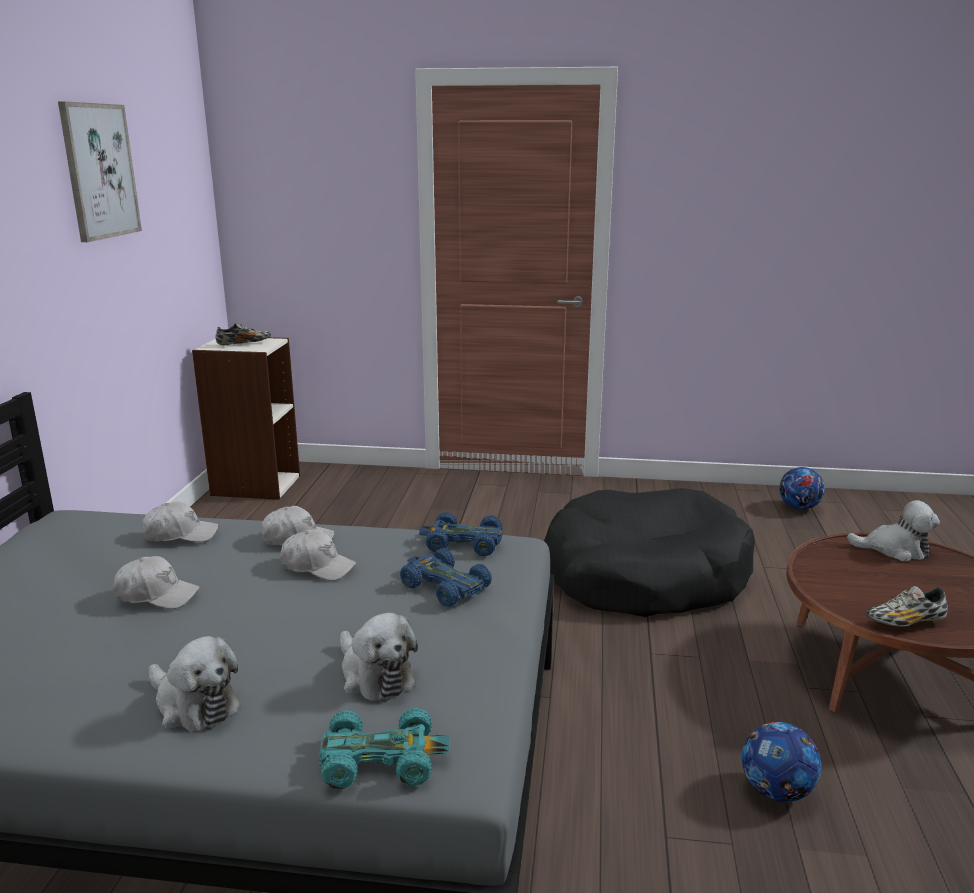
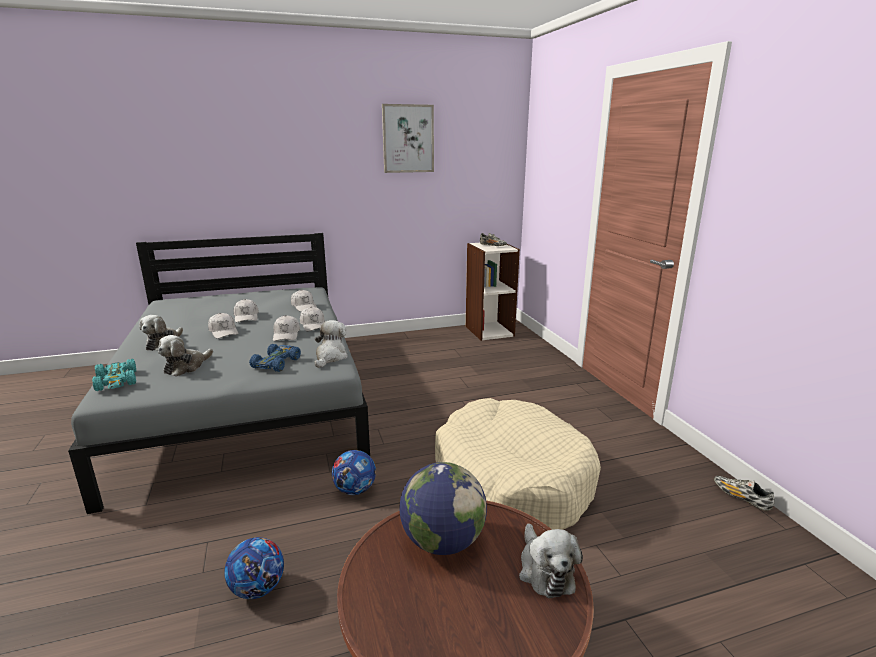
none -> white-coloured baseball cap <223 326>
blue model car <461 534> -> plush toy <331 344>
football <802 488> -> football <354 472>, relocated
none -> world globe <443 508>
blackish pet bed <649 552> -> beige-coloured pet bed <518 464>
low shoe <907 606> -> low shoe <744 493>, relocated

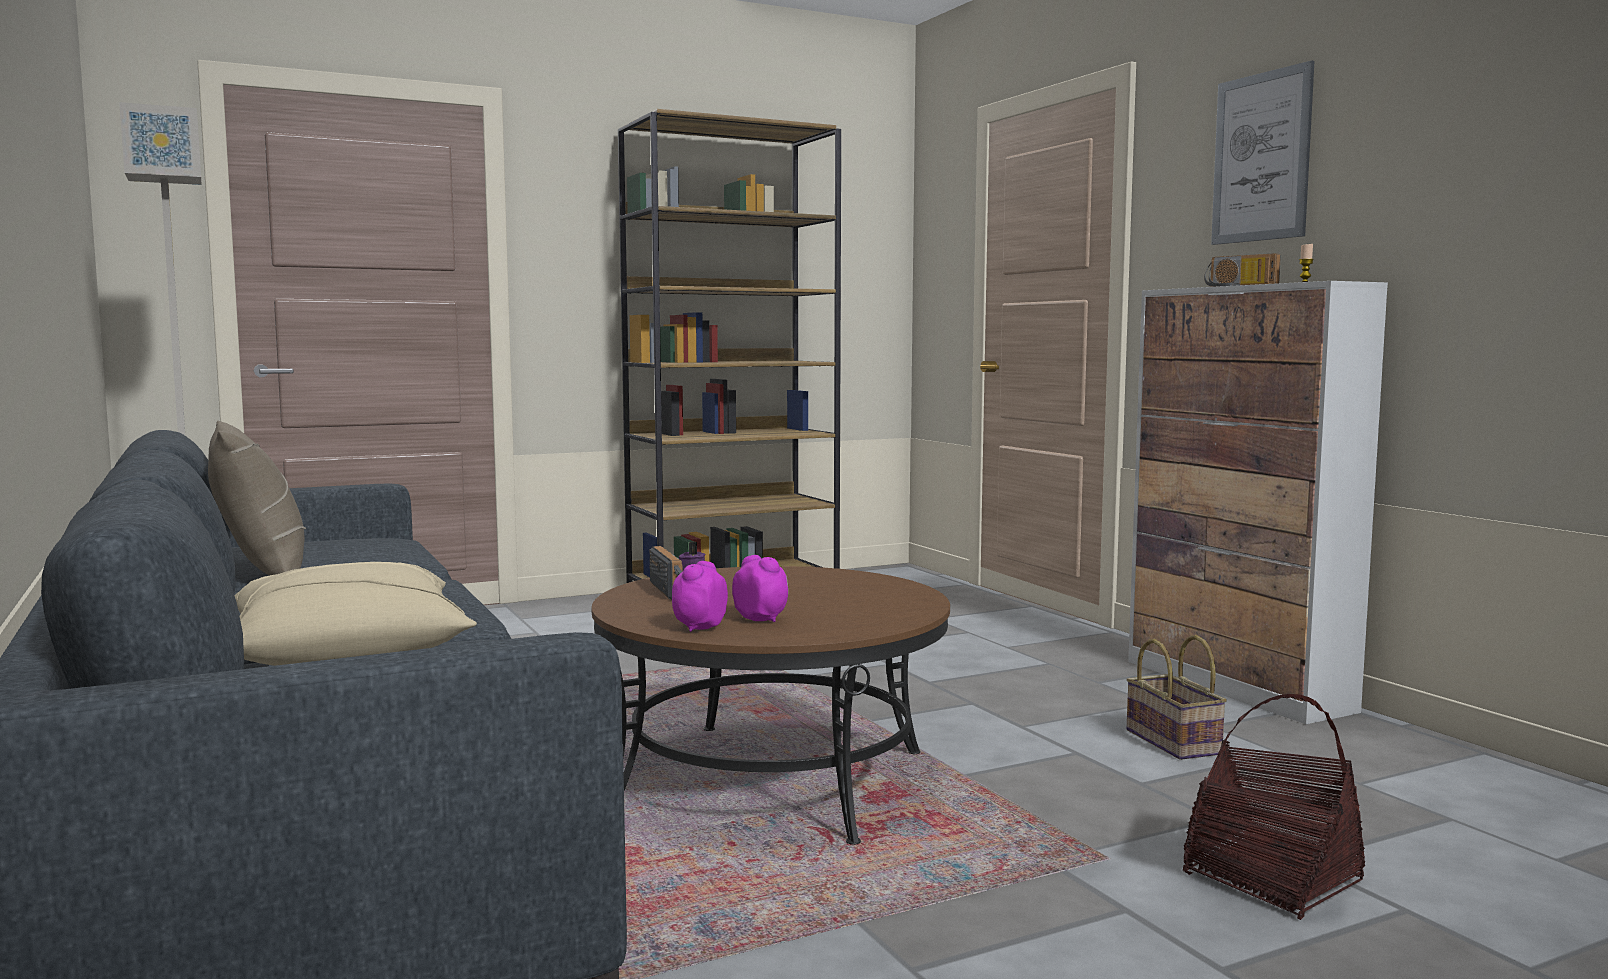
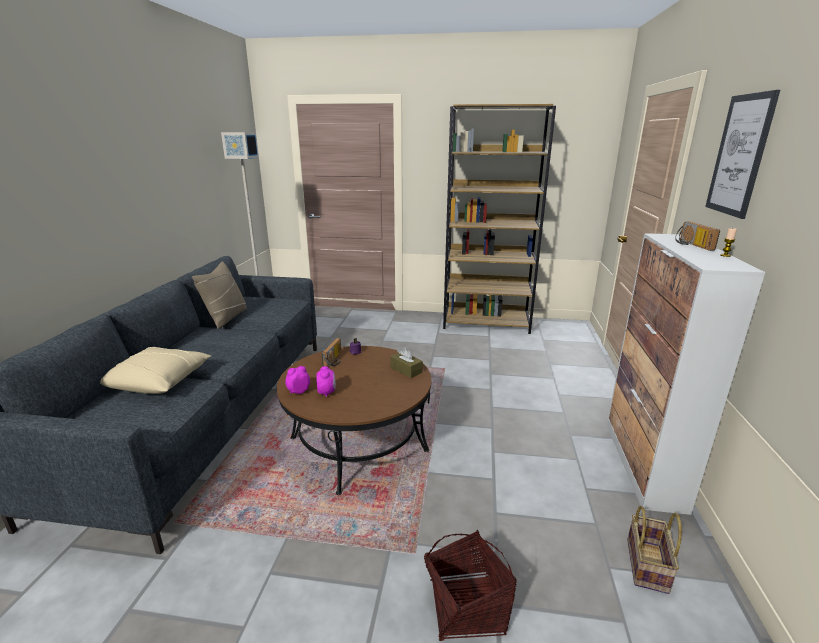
none -> brown-coloured tissue box <406 362>
storage basket <1177 697> -> storage basket <654 550>, relocated

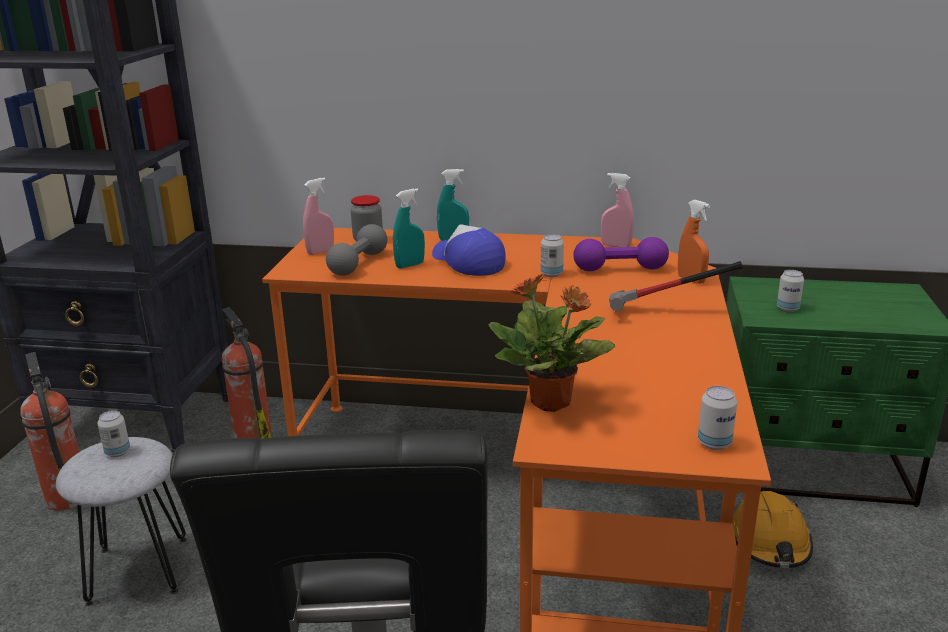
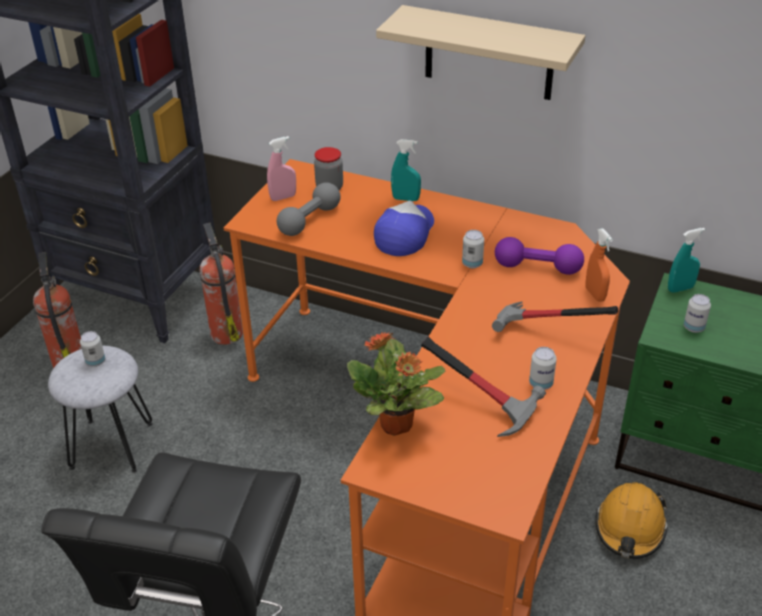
baseball cap <469 250> -> baseball cap <404 228>, 45 degrees clockwise
none -> beige-coloured bracket shelf <480 52>
none -> tool hammer <483 387>
sealed can <717 418> -> sealed can <543 368>, relocated
turquoise sprayer <409 228> -> turquoise sprayer <686 260>, relocated
pink sprayer <617 210> -> none

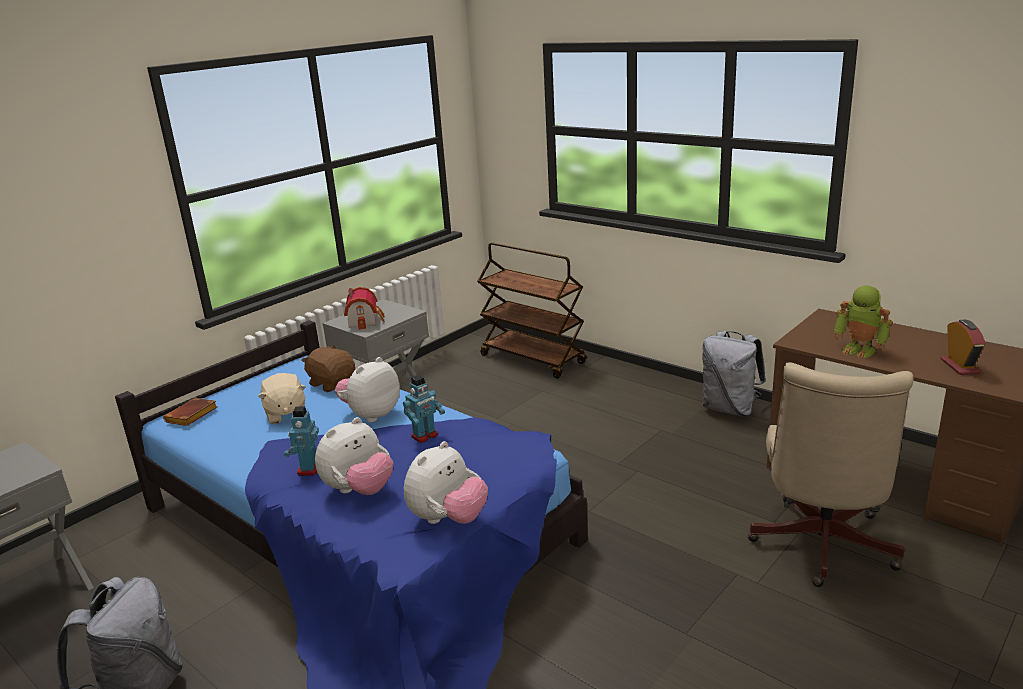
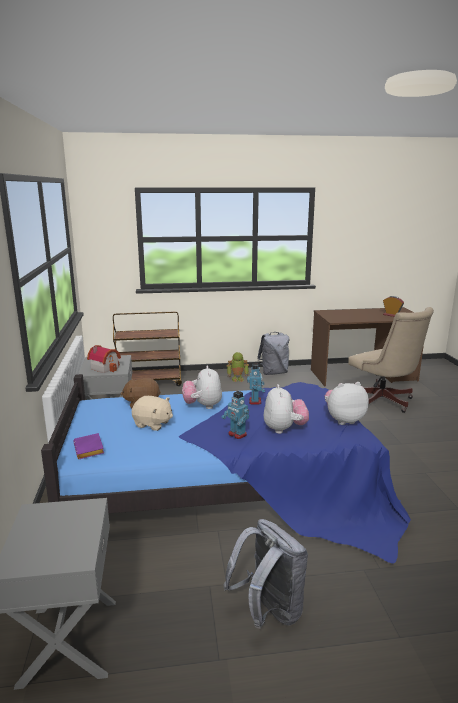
brown-coloured book <190 412> -> purple-coloured book <89 446>
model robot <863 322> -> model robot <238 367>, relocated
plush toy <446 482> -> plush toy <347 403>, 90 degrees counterclockwise

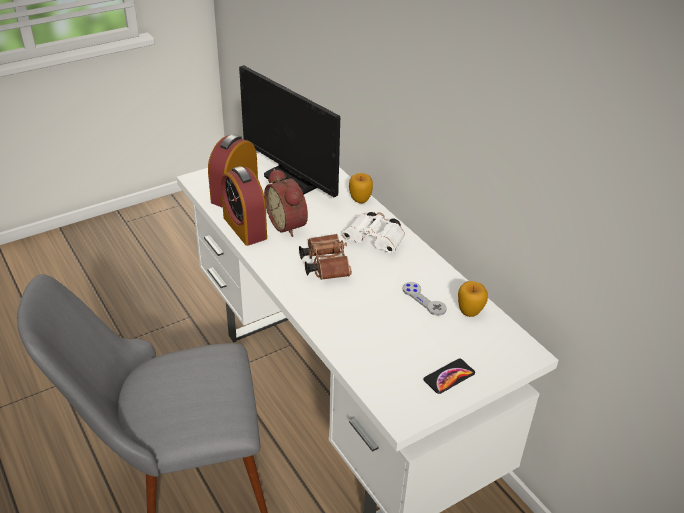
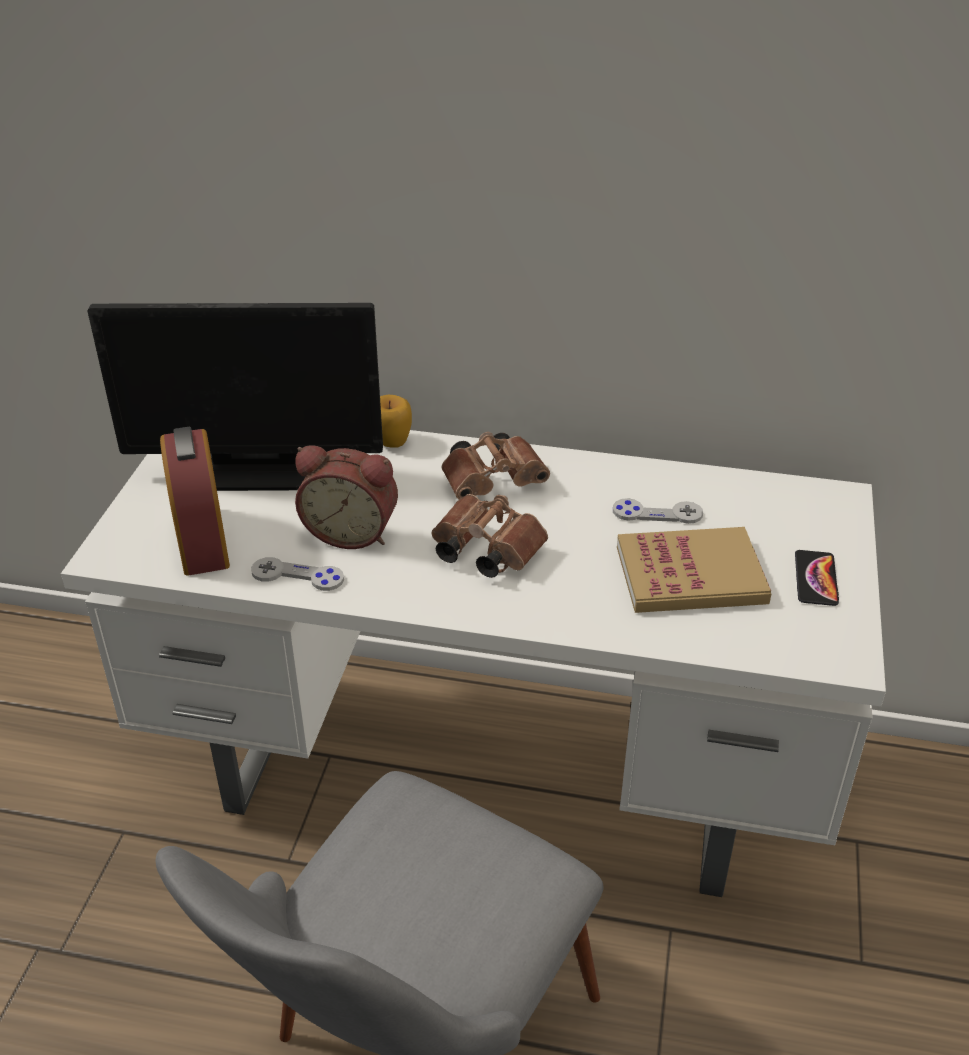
bedside clock <244 206> -> grey joypad <297 574>
white-coloured field glasses <373 232> -> brown-coloured field glasses <495 466>
none -> book <694 570>
apple fruit <473 299> -> none

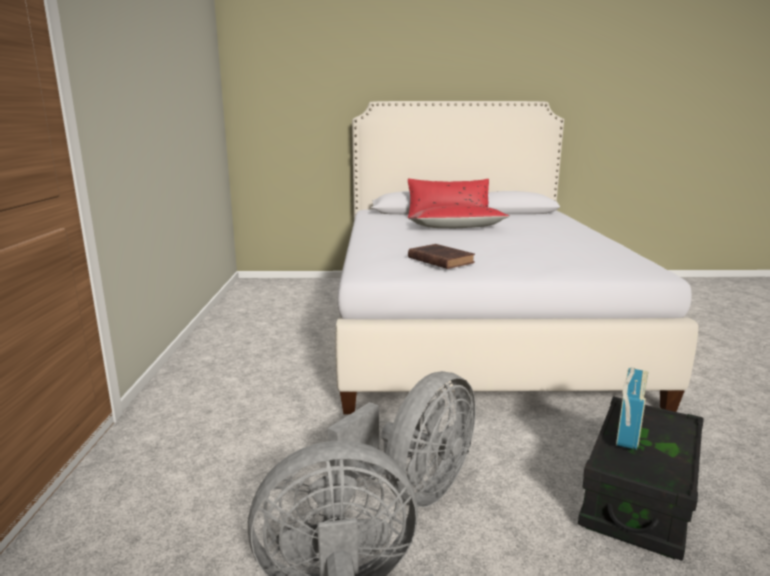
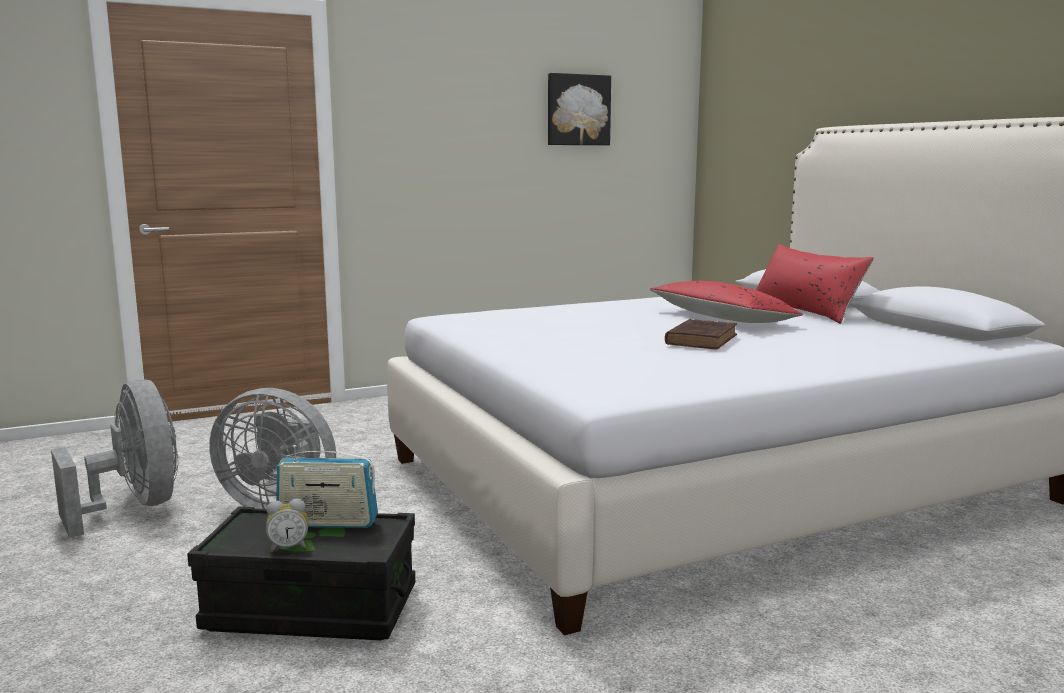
none -> bedside clock <287 525>
none -> picture <579 109>
brown-coloured book <441 256> -> brown-coloured book <701 334>, relocated

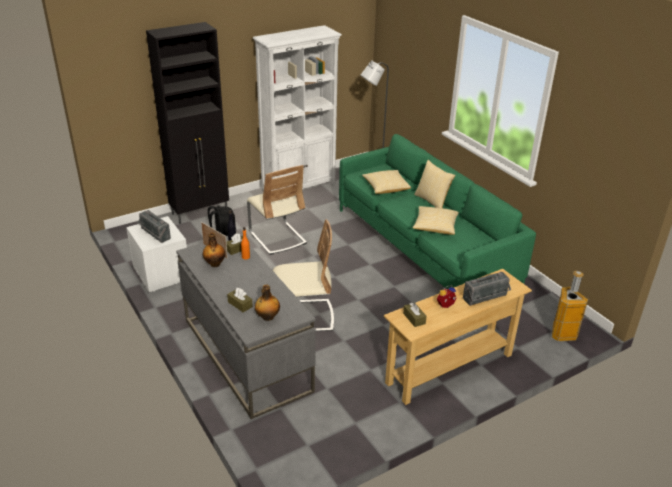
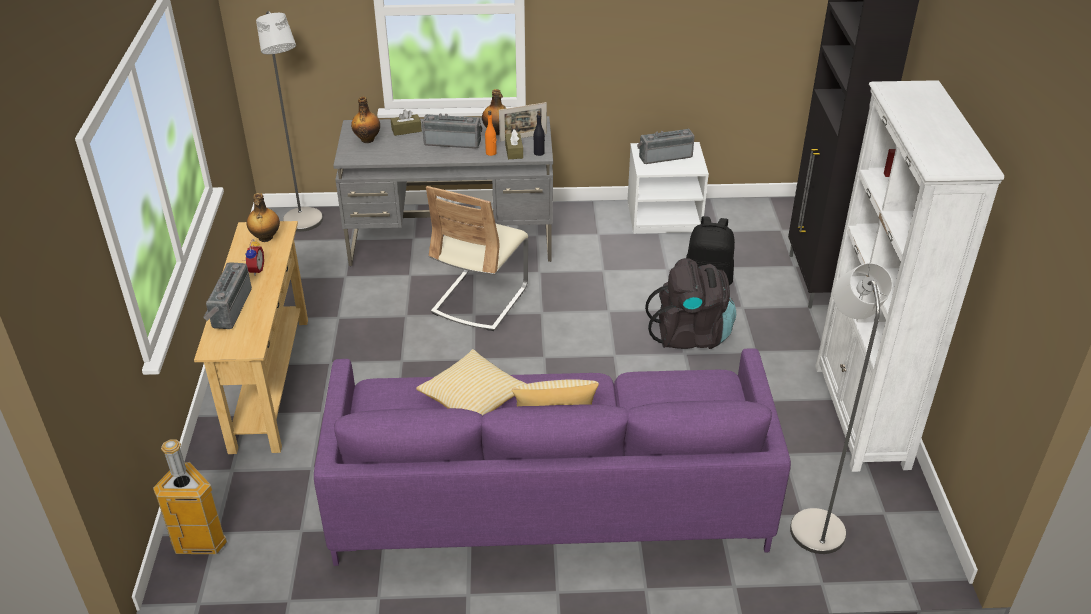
brown-coloured tissue box <415 315> -> bottle <263 217>
none -> grey standing lamp <289 121>
green-coloured sofa <437 211> -> purple-coloured sofa <552 457>
none -> radio <452 131>
beige-coloured plain chair <277 210> -> blackish backpack <690 303>
throw pillow <386 182> -> none

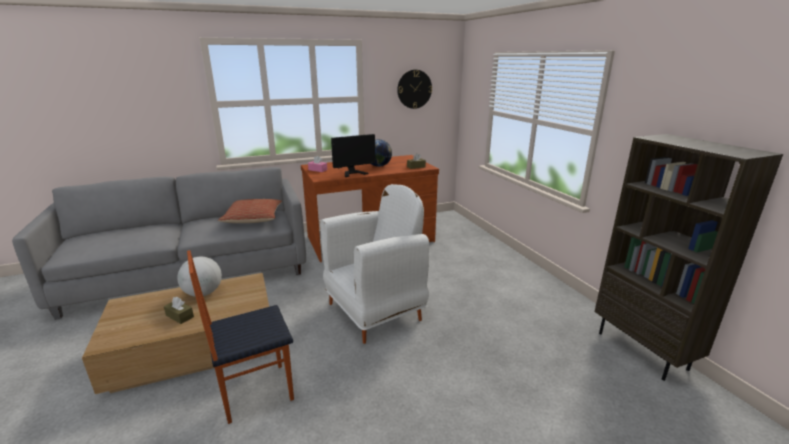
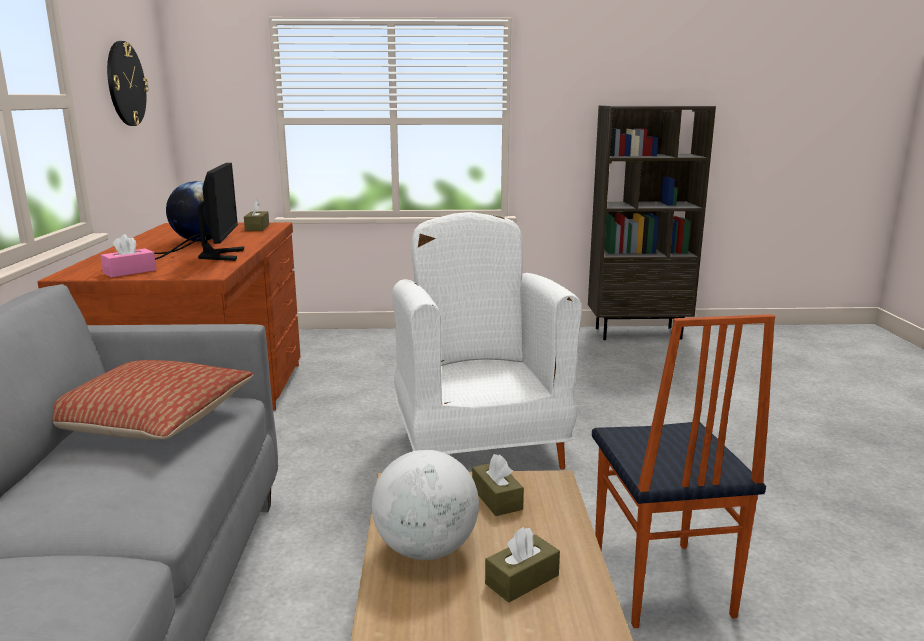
none -> brown-coloured tissue box <498 485>

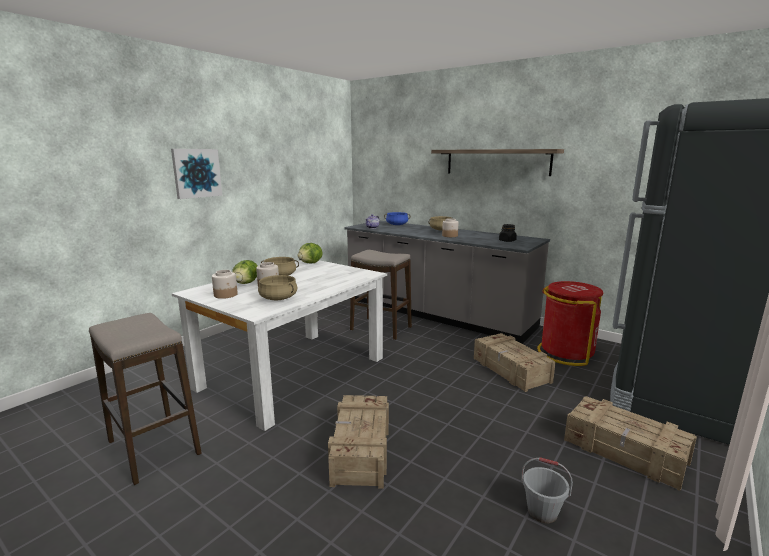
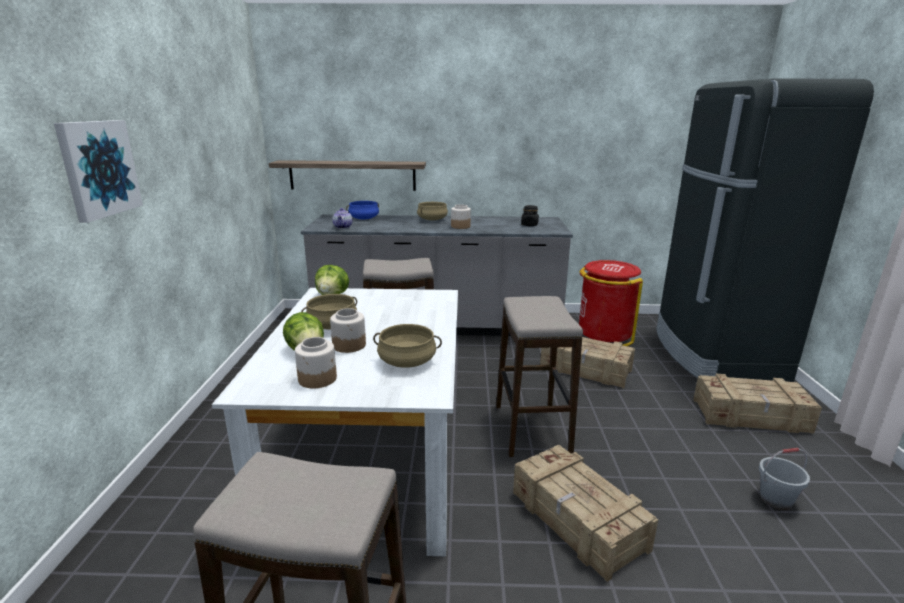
bracket shelf <497 162> -> bracket shelf <347 175>, relocated
none -> stool <539 376>

